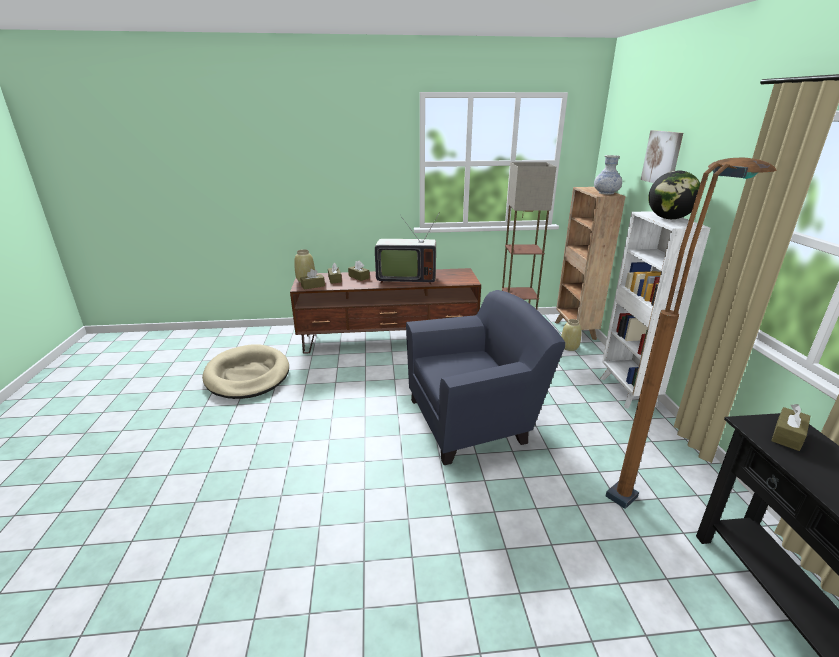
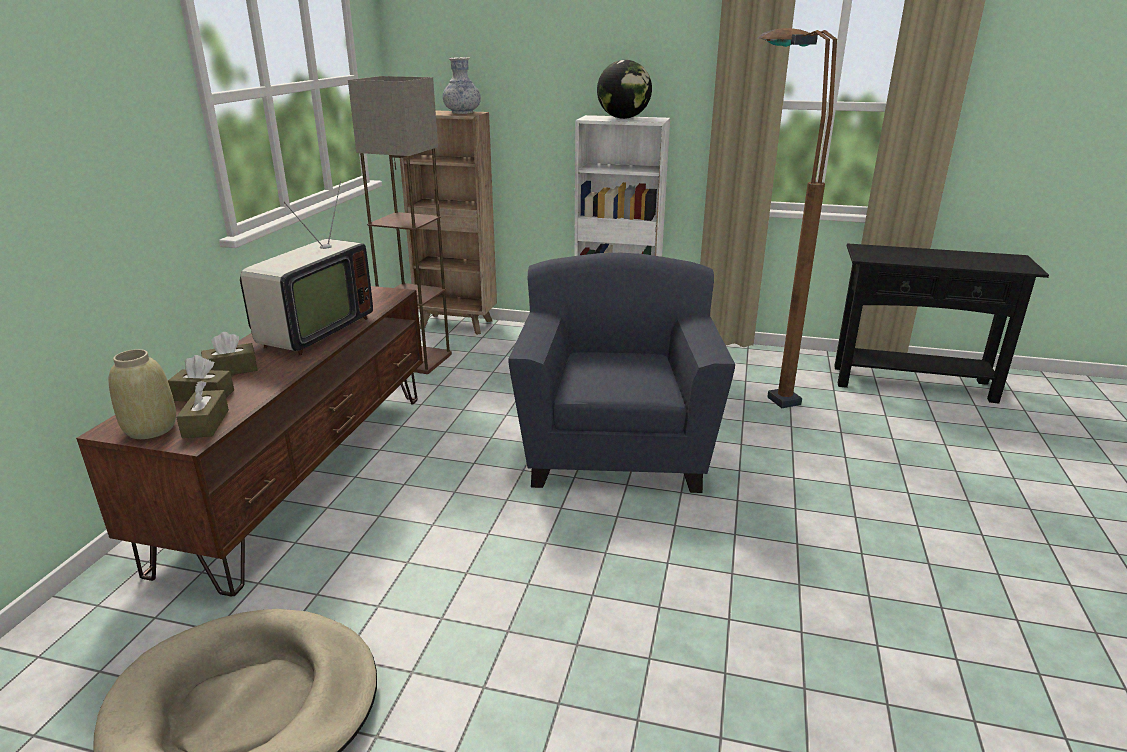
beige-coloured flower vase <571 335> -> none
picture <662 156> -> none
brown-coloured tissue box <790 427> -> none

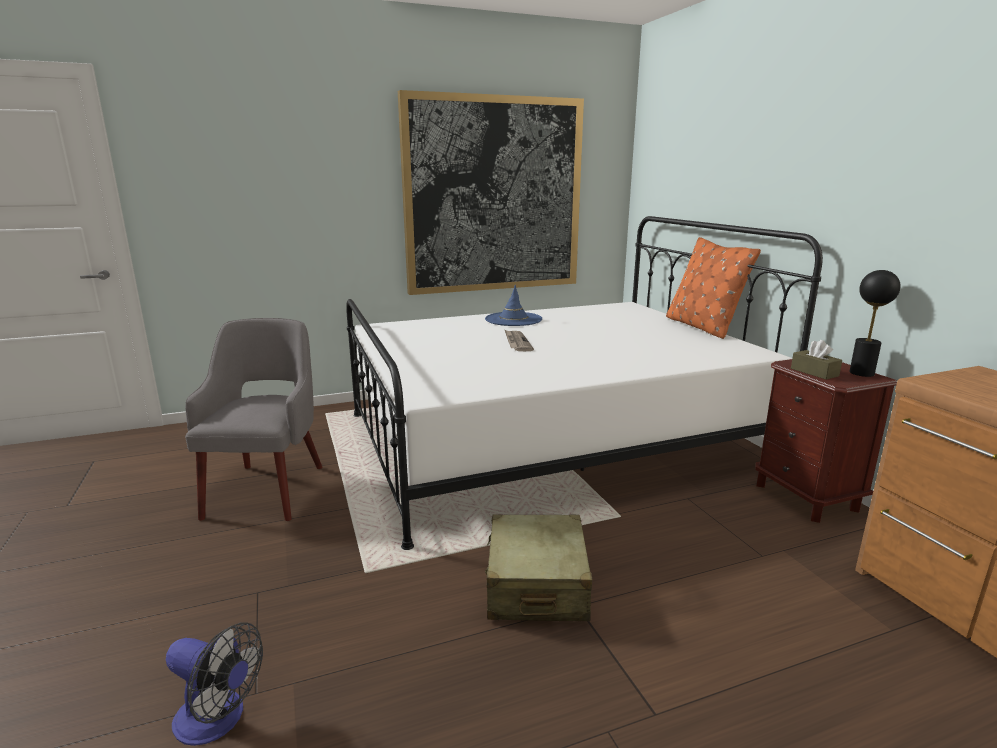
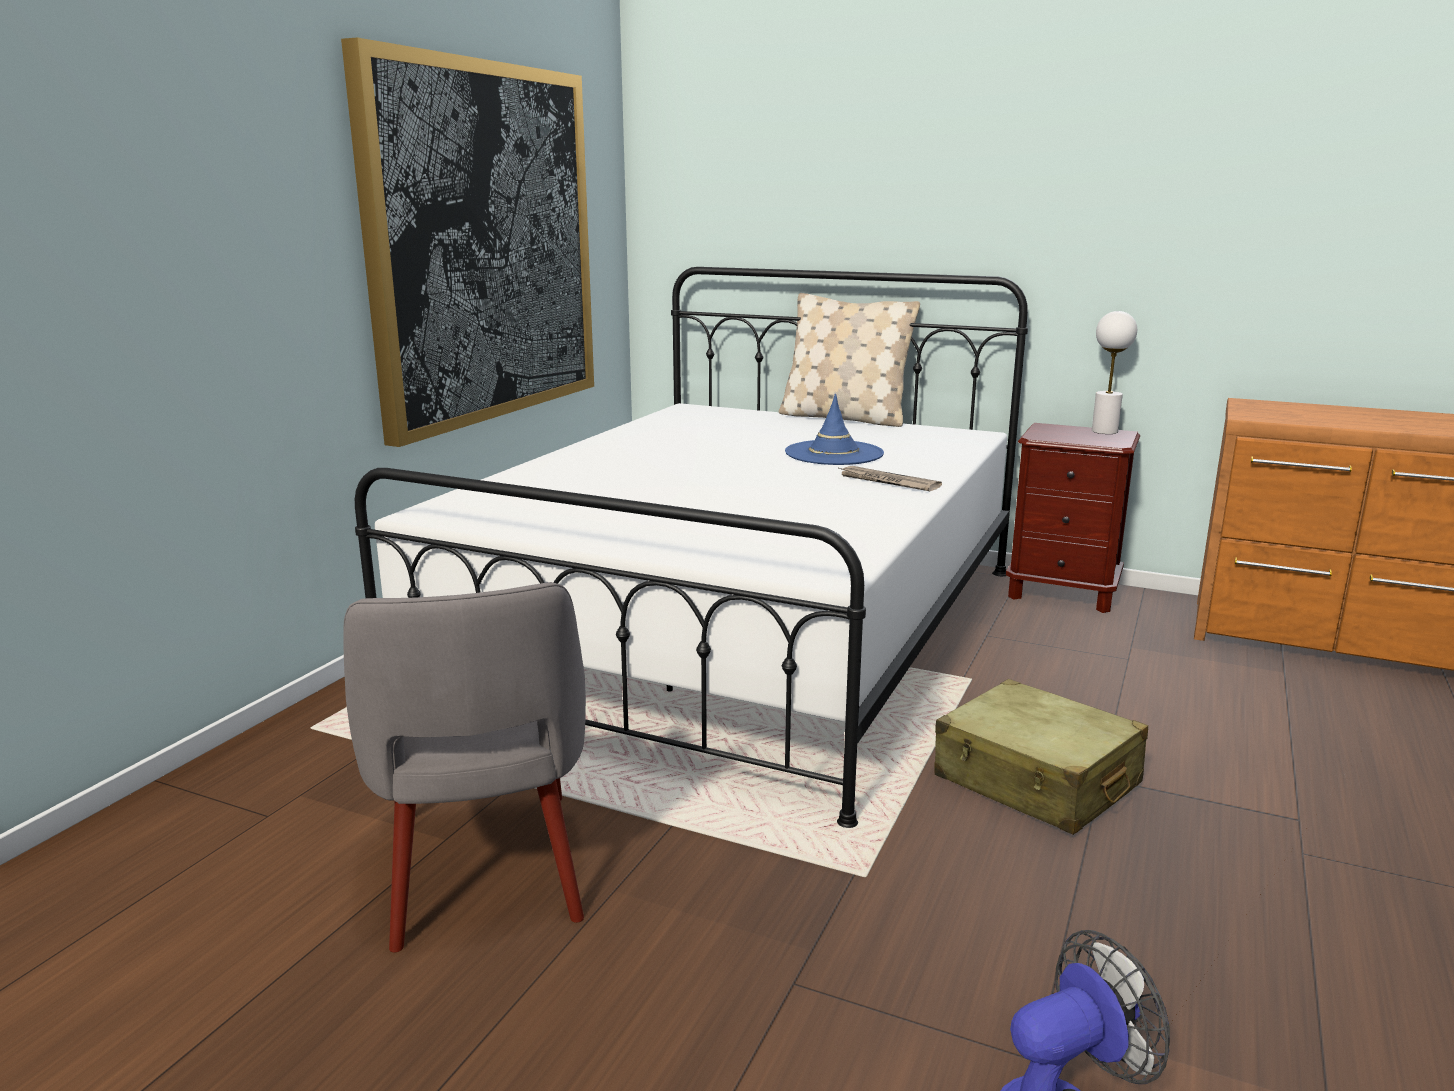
grey easy chair <253 419> -> grey easy chair <464 767>, 150 degrees counterclockwise
orangey throw pillow <713 288> -> beige-coloured throw pillow <849 360>
blue clothing hat <513 305> -> blue clothing hat <834 429>, relocated
newspaper <519 340> -> newspaper <890 478>, relocated
blackish lamp for a table <874 323> -> white-coloured lamp for a table <1114 372>
brown-coloured tissue box <816 360> -> none

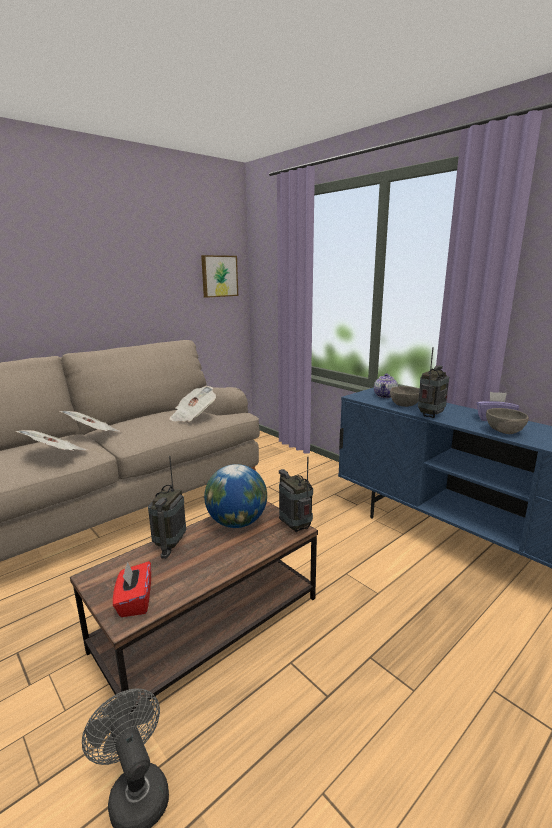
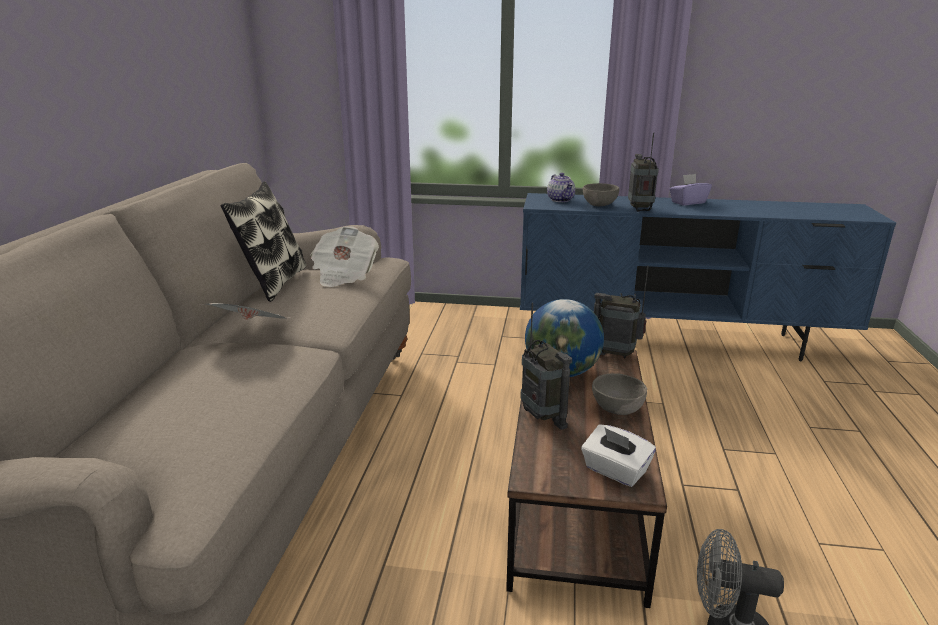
none -> throw pillow <264 241>
red tissue box <132 589> -> white-coloured tissue box <618 456>
grey serving bowl <507 421> -> grey serving bowl <619 394>, relocated
newspaper <51 440> -> none
picture <219 276> -> none

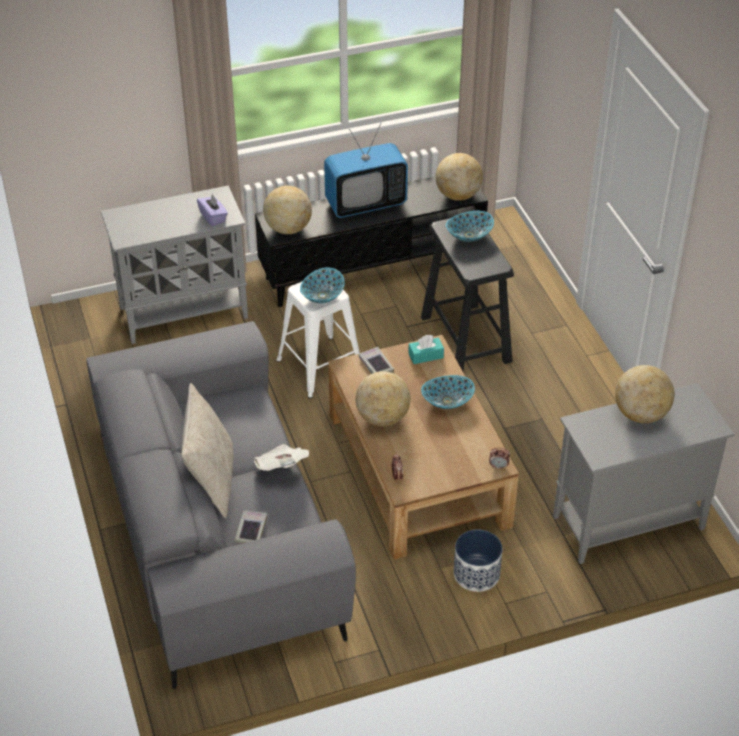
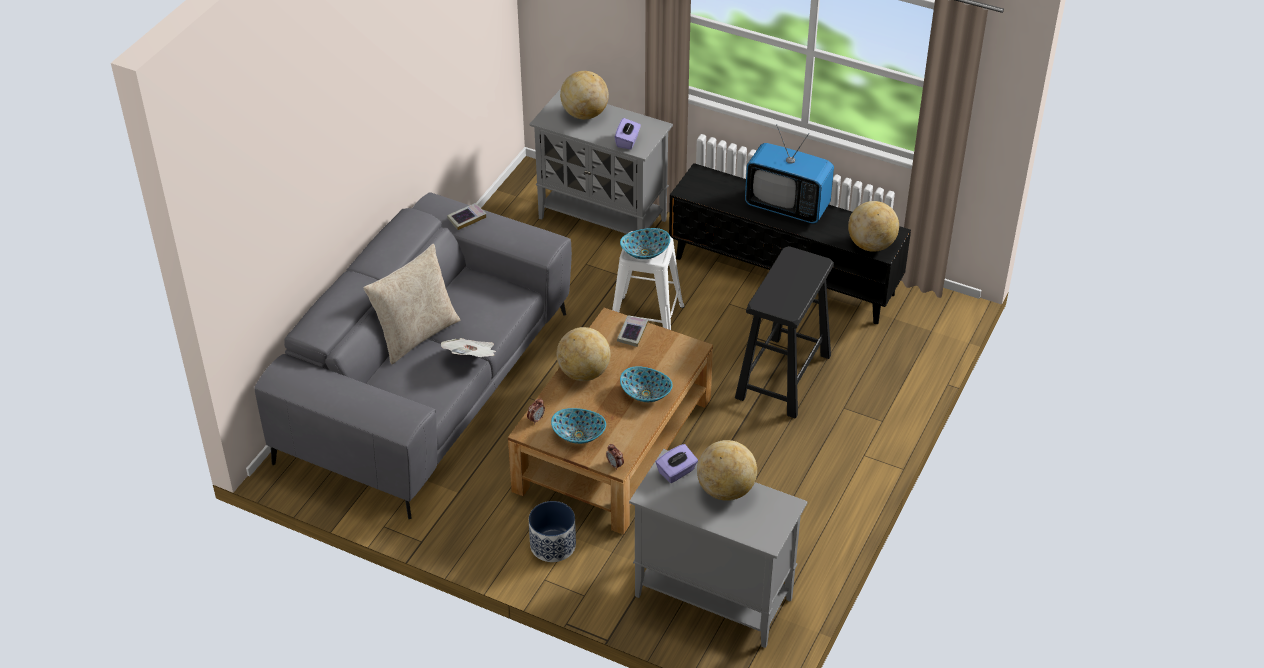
book <250 527> -> book <466 216>, relocated
serving bowl <470 226> -> serving bowl <578 426>, relocated
world globe <287 210> -> world globe <584 95>, relocated
none -> purple-coloured tissue box <677 463>
turquoise tissue box <426 349> -> none

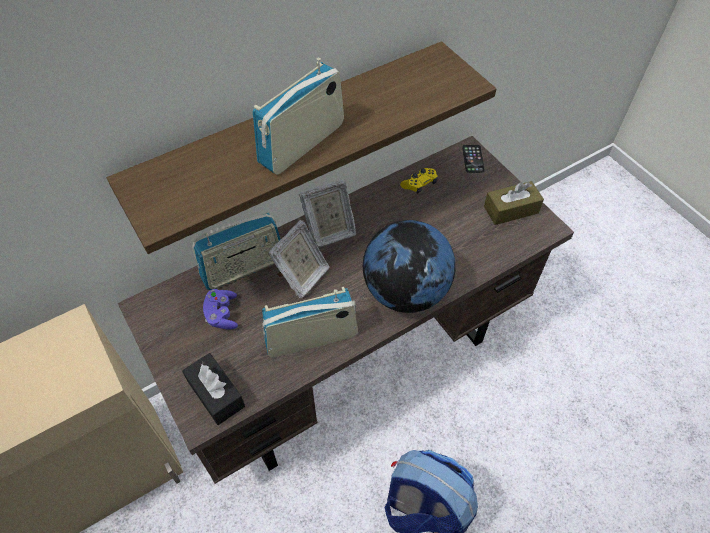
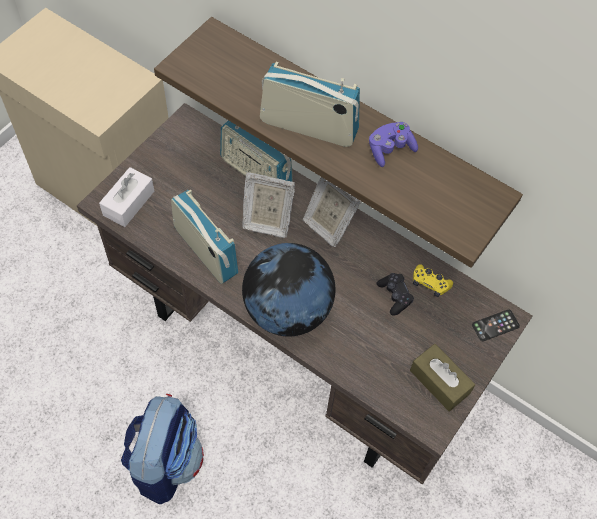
blackish tissue box <213 389> -> white-coloured tissue box <126 197>
purple-coloured joypad <220 309> -> purple-coloured joypad <393 144>, relocated
none -> blackish joypad <395 294>

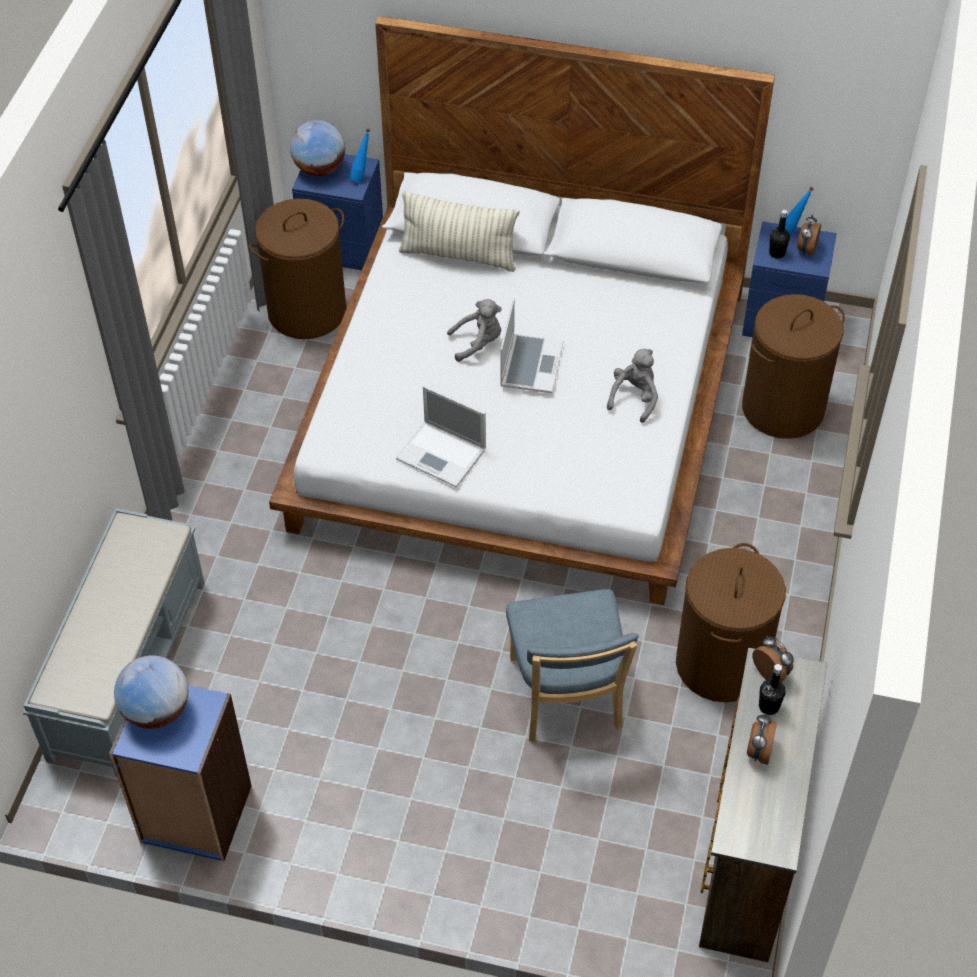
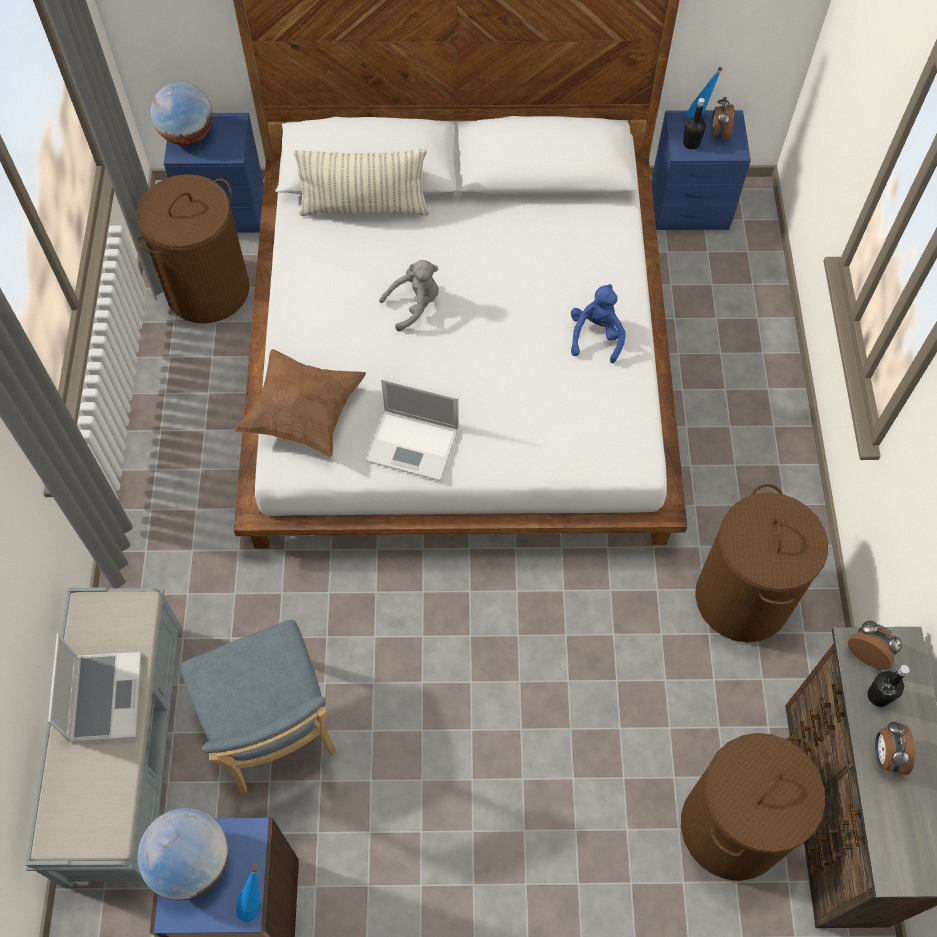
notebook computer <531 345> -> notebook computer <94 687>, relocated
blue plain chair <572 665> -> blue plain chair <258 706>, relocated
none -> brown-coloured throw pillow <300 403>
blue bottle <359 155> -> blue bottle <248 893>, relocated
grey plush toy <632 386> -> blue plush toy <598 323>
brown-coloured washing basket <793 366> -> brown-coloured washing basket <753 807>, relocated

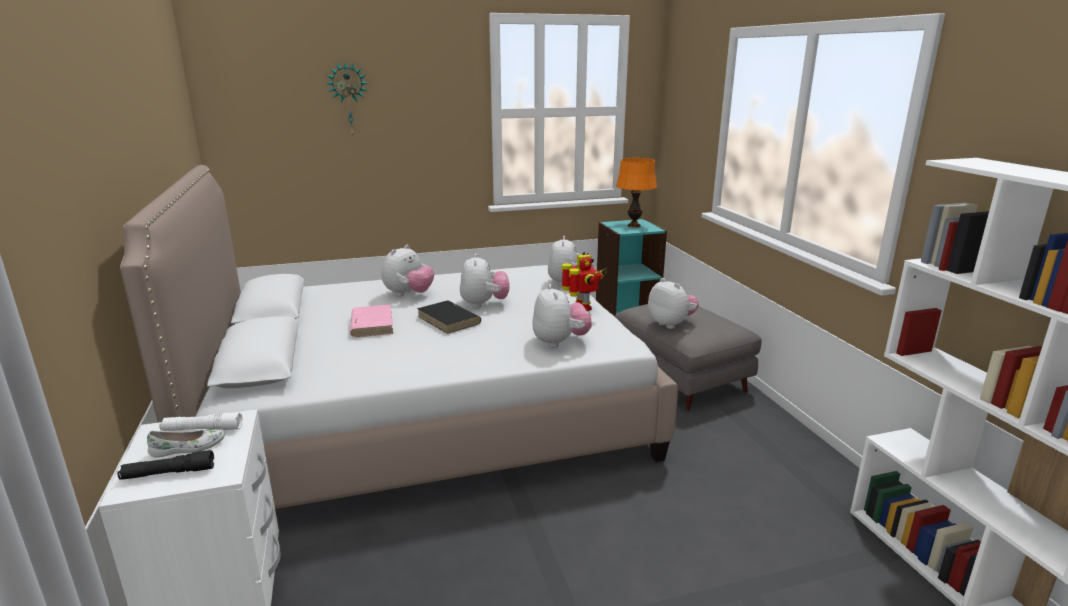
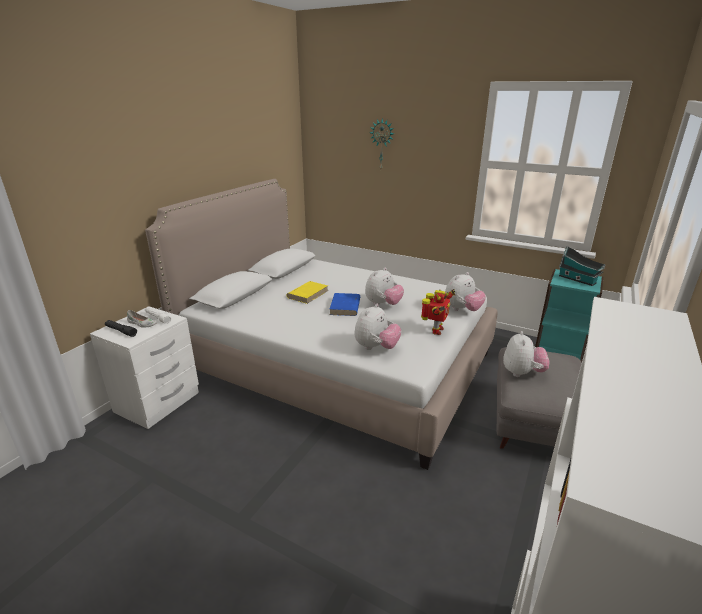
pink book <371 321> -> yellow-coloured book <307 292>
blackish book <449 317> -> blue book <345 304>
orangey lamp for a table <636 193> -> model house <582 266>
plush toy <408 271> -> none

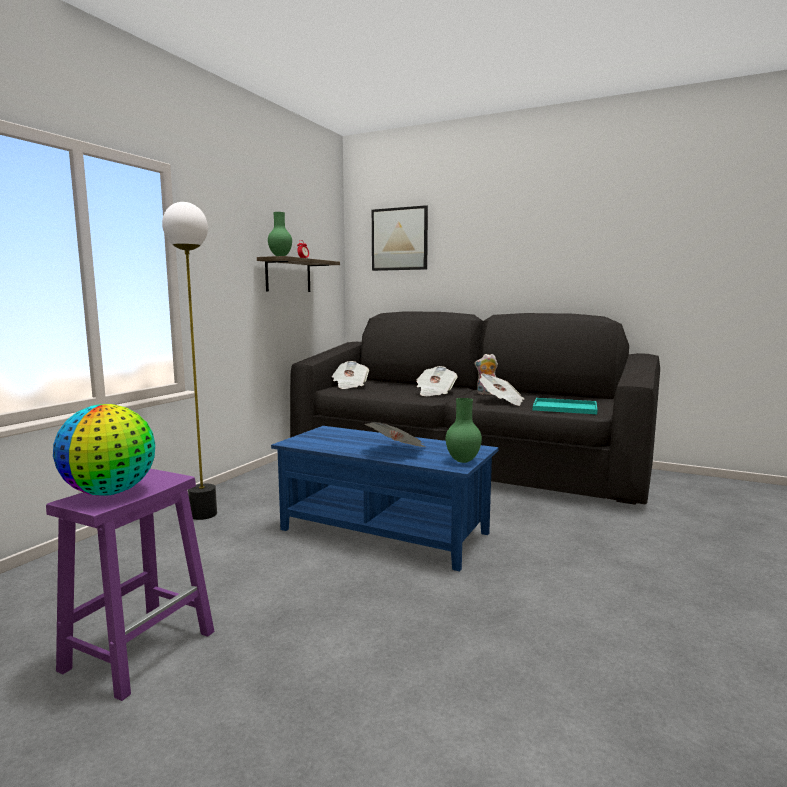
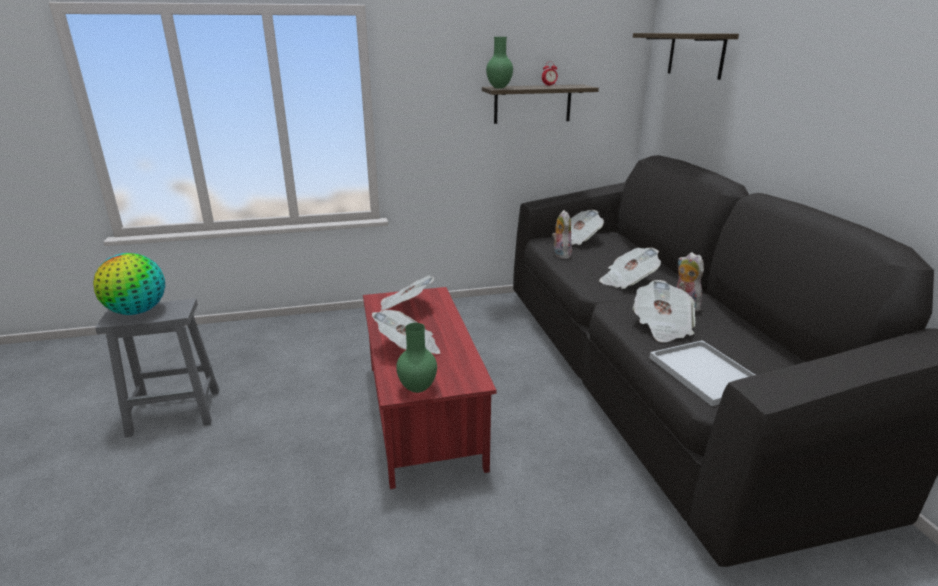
purple-coloured stool <130 585> -> grey stool <157 367>
blue low table <385 498> -> red low table <430 388>
none -> newspaper <407 293>
none -> plush toy <562 234>
picture <400 238> -> bracket shelf <686 56>
turquoise carrying tray <565 406> -> white-coloured carrying tray <702 373>
standing lamp <189 361> -> none

